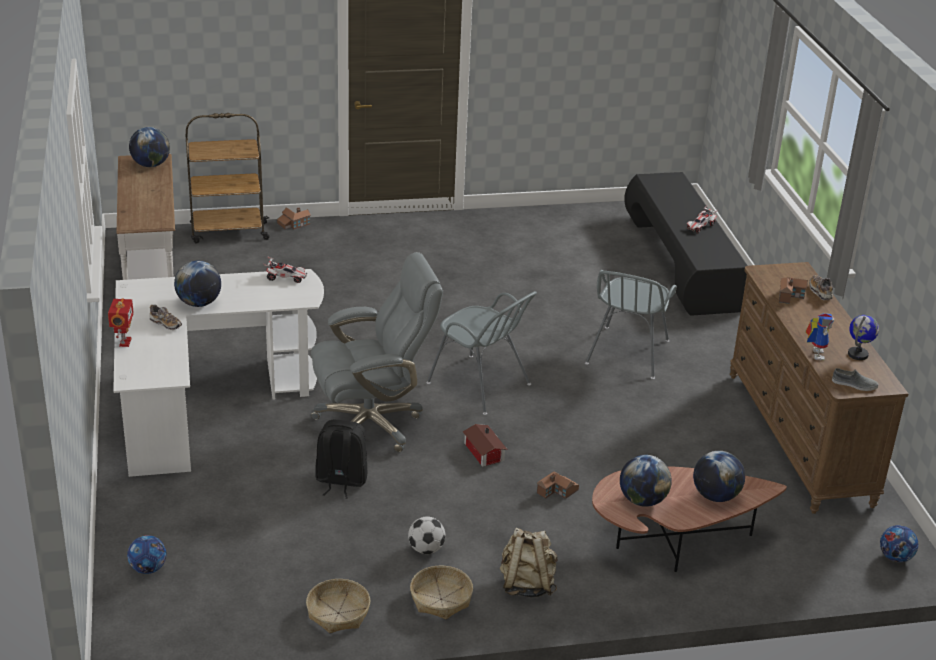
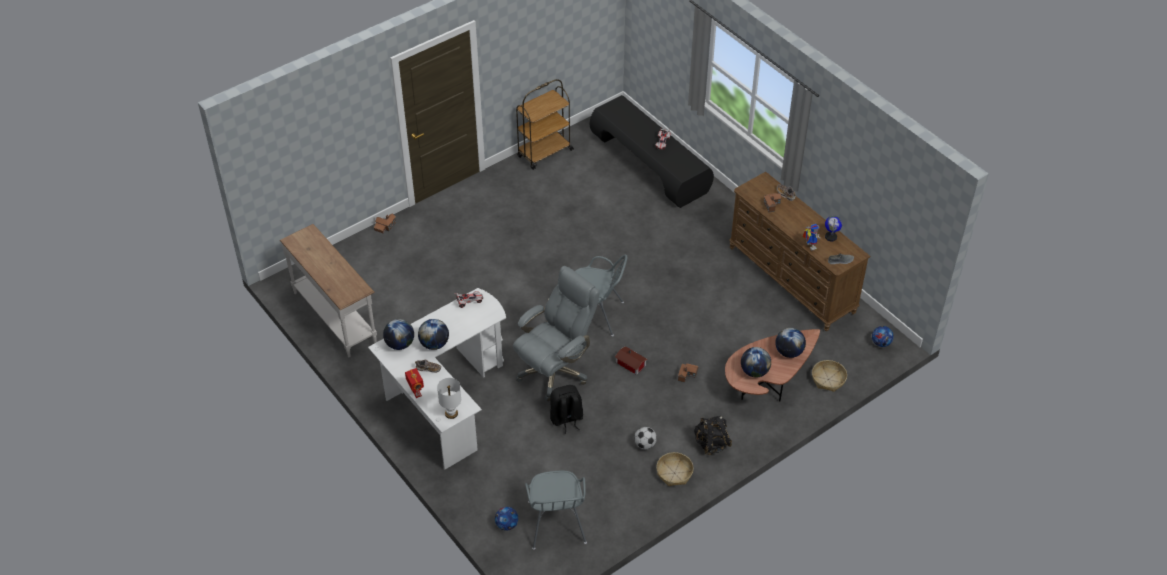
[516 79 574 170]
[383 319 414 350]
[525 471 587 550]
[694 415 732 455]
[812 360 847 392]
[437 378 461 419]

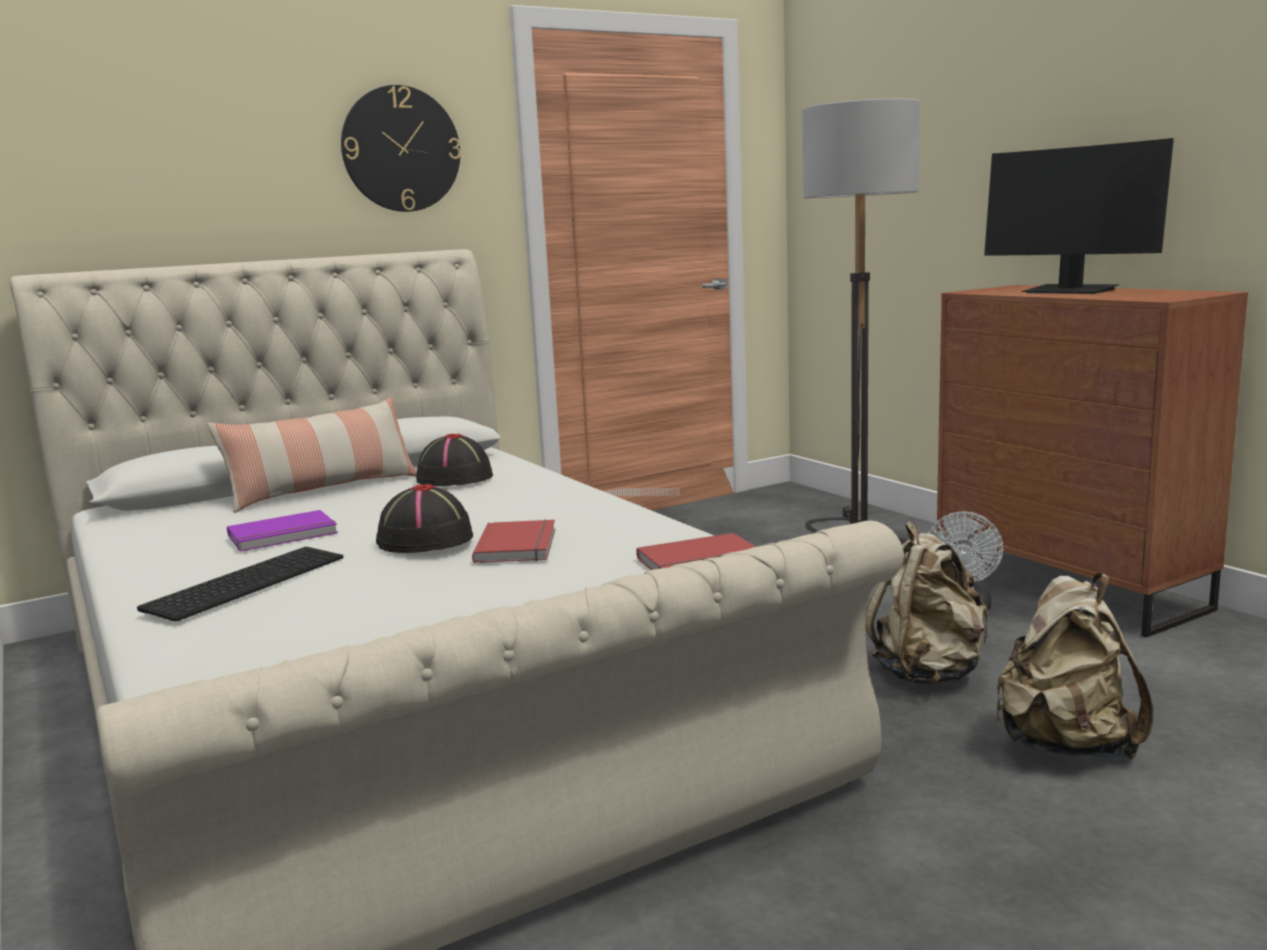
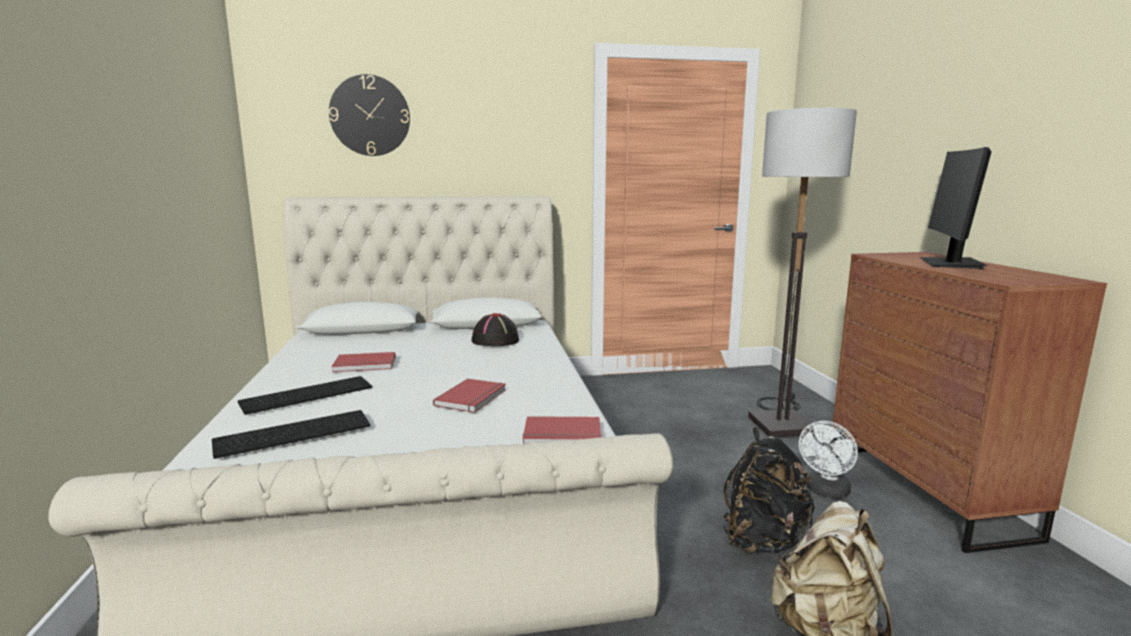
[329 74 410 156]
[920 147 991 269]
[207 397 417 513] (first image)
[376 484 473 553] (first image)
[332 352 396 372]
[724 427 814 554]
[212 410 370 459]

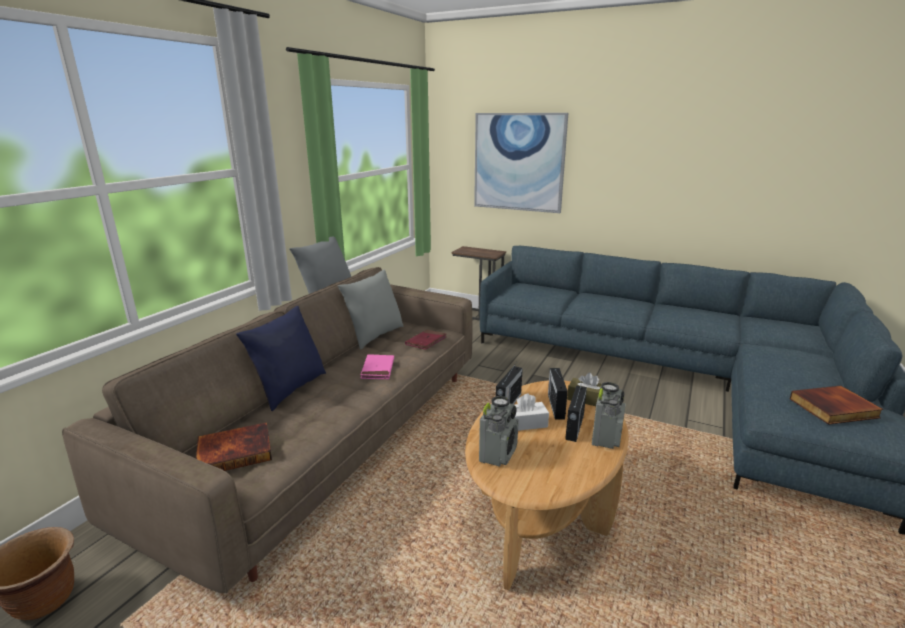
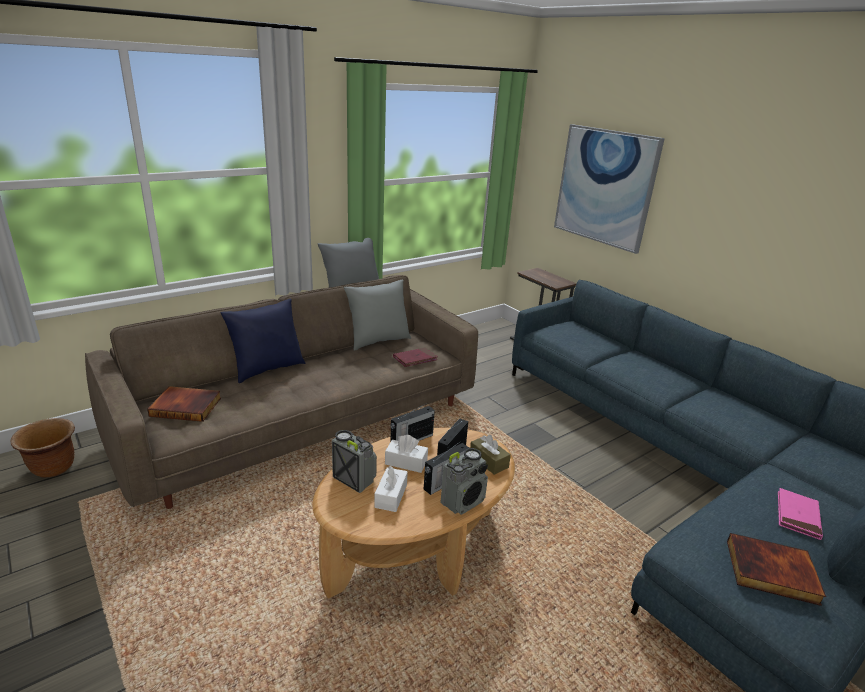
[778 488 823 540]
[332 430 377 493]
[374 466 408 512]

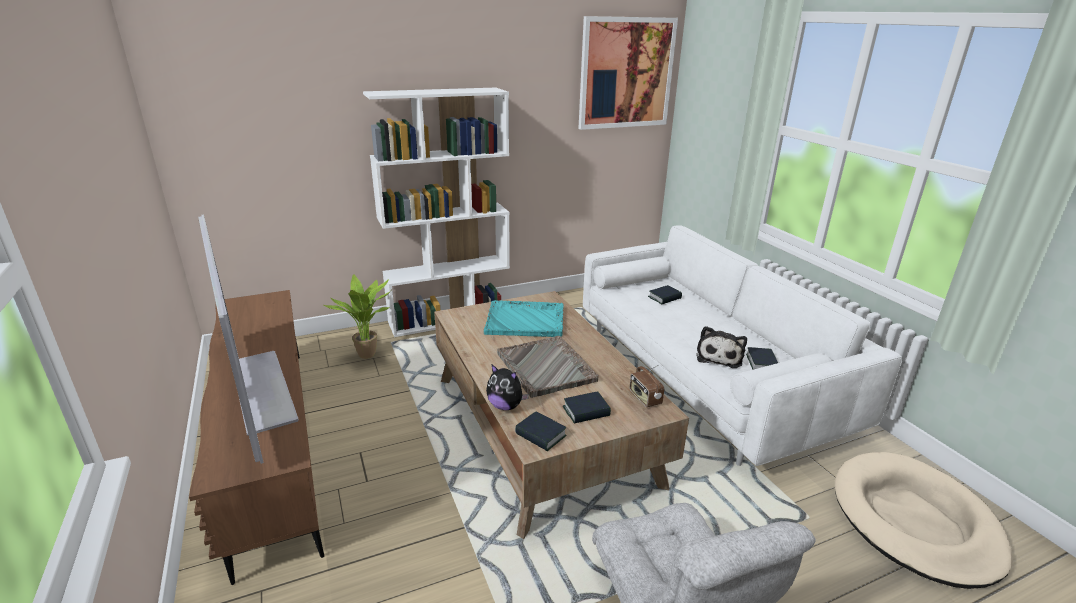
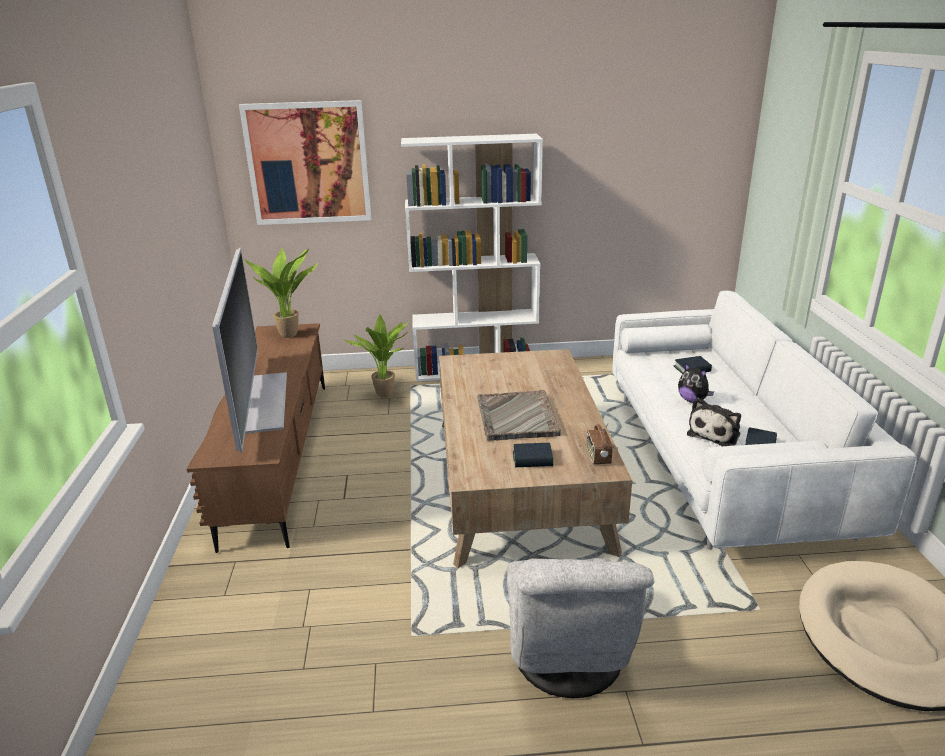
[239 100 371 225]
[484 300 564 337] (first image)
[678 363 714 403]
[515 412 567 451] (first image)
[245 248 318 338]

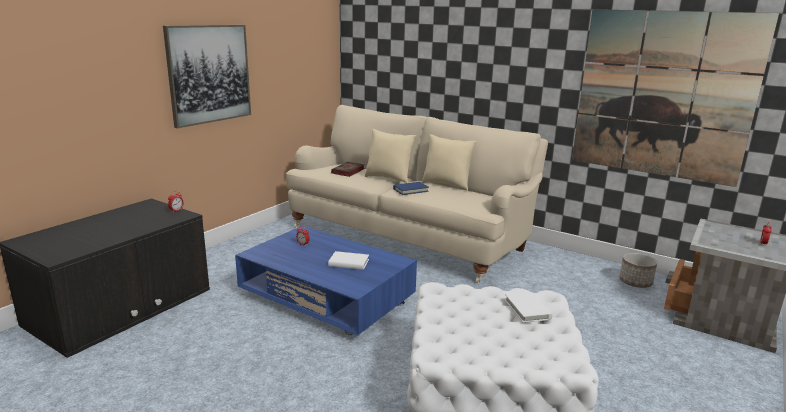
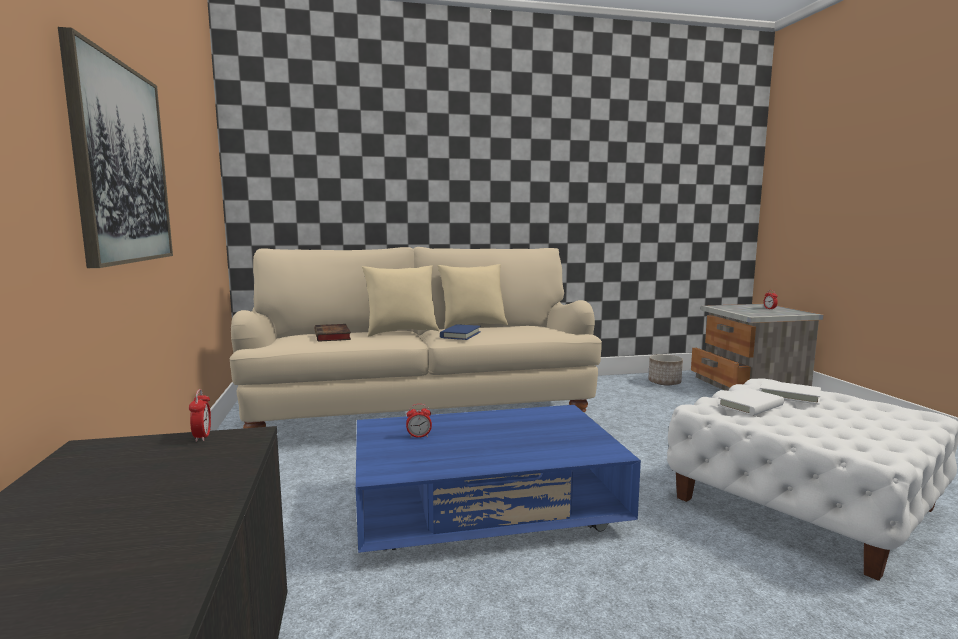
[572 9 779 187] (first image)
[718 388 784 416]

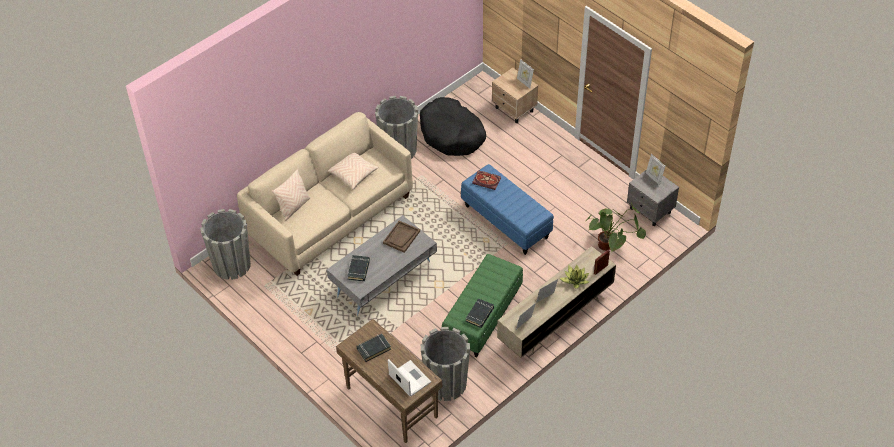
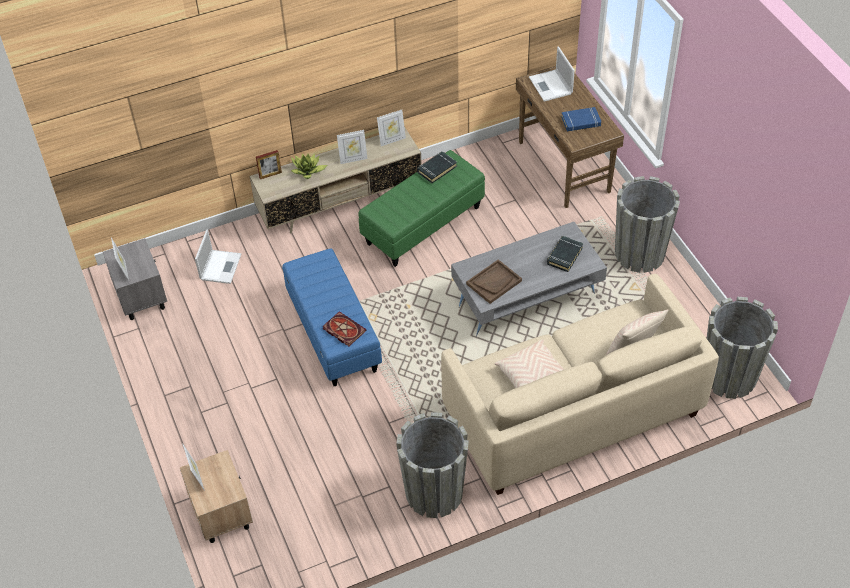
[420 97 486 156] (first image)
[195 230 241 284]
[615 176 680 273]
[561 107 601 132]

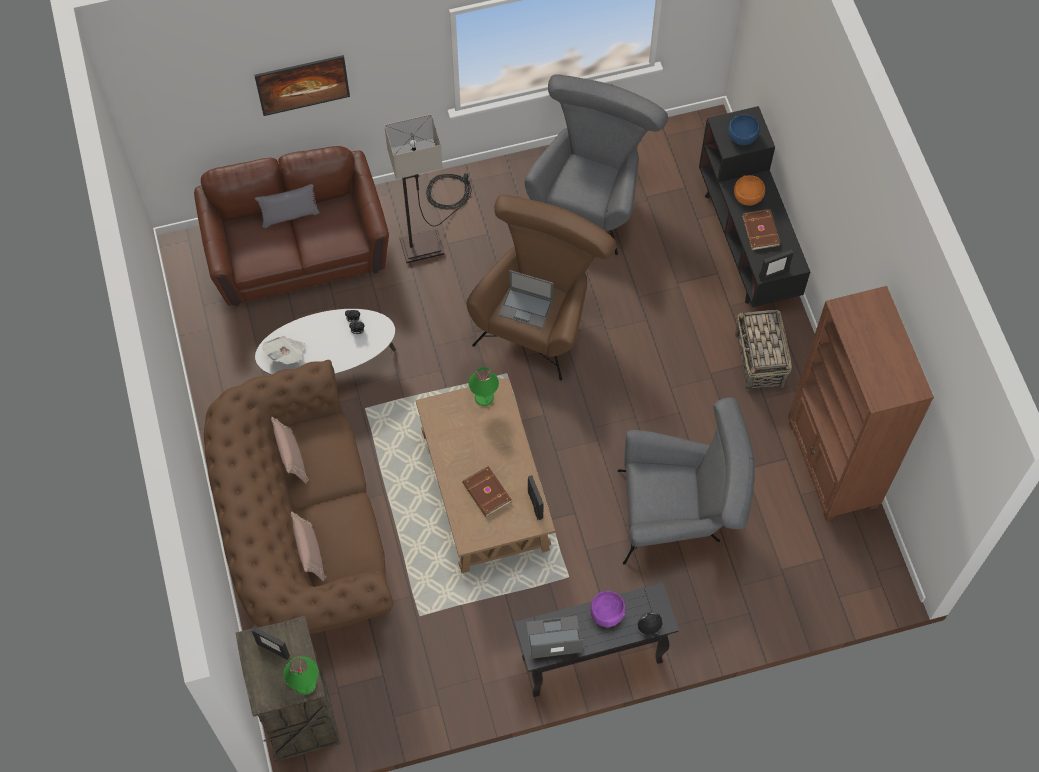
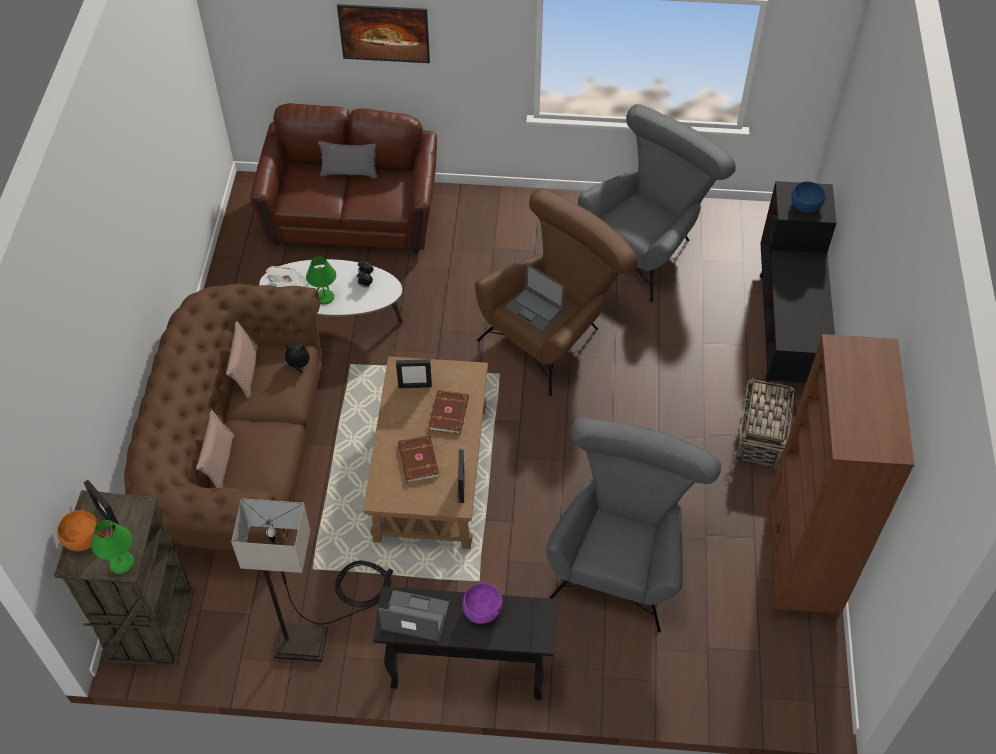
[231 498 393 662]
[57 509 102 551]
[429 390 469 434]
[396 359 432 388]
[306 256 336 304]
[546 417 721 632]
[282 344 310 373]

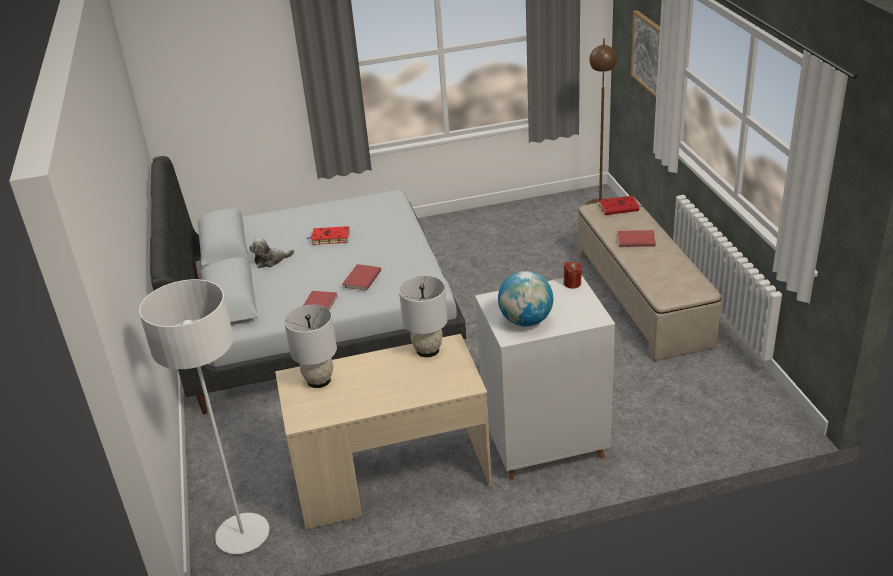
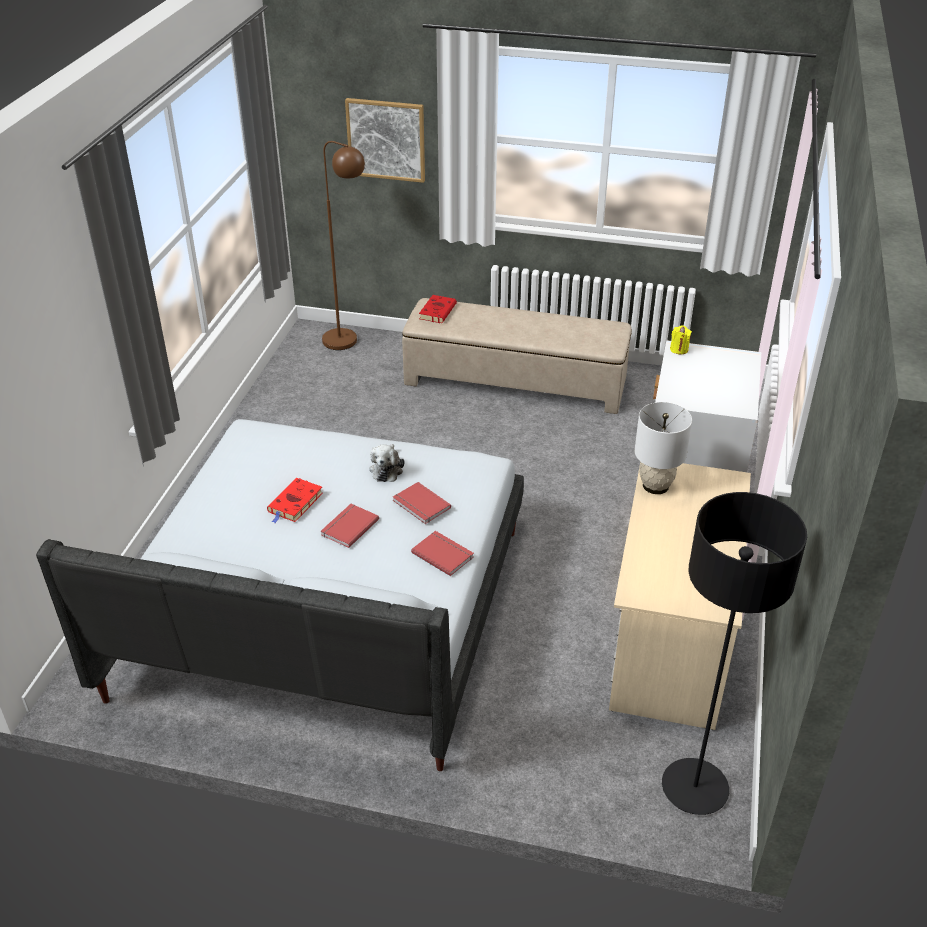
[320 504 379 548]
[369 444 404 482]
[670 325 692 354]
[498 271 553 326] (first image)
[662 492 807 815]
[284 305 337 388] (first image)

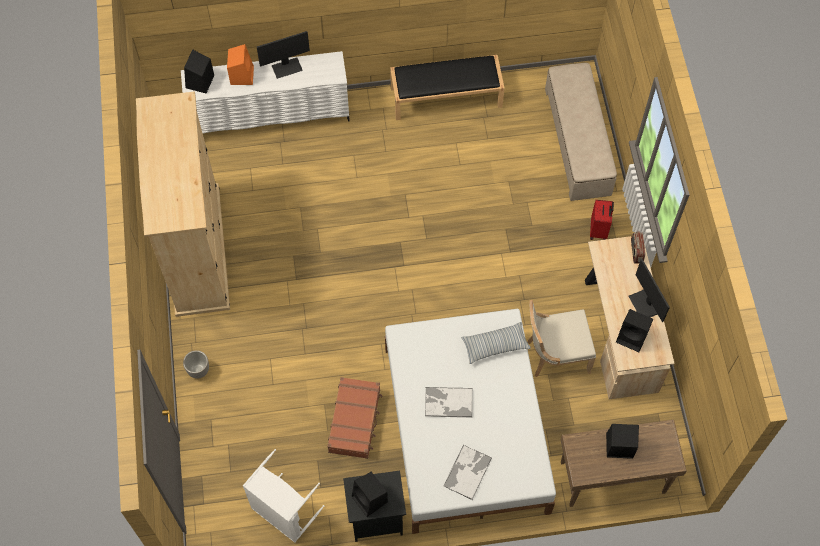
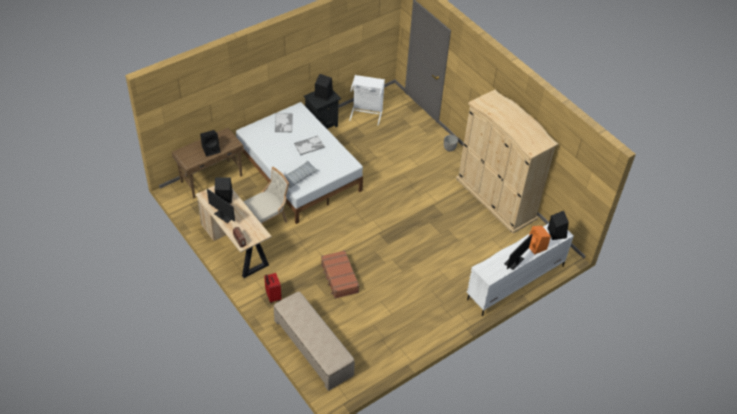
[390 55 505 120] (first image)
[321 250 359 299]

